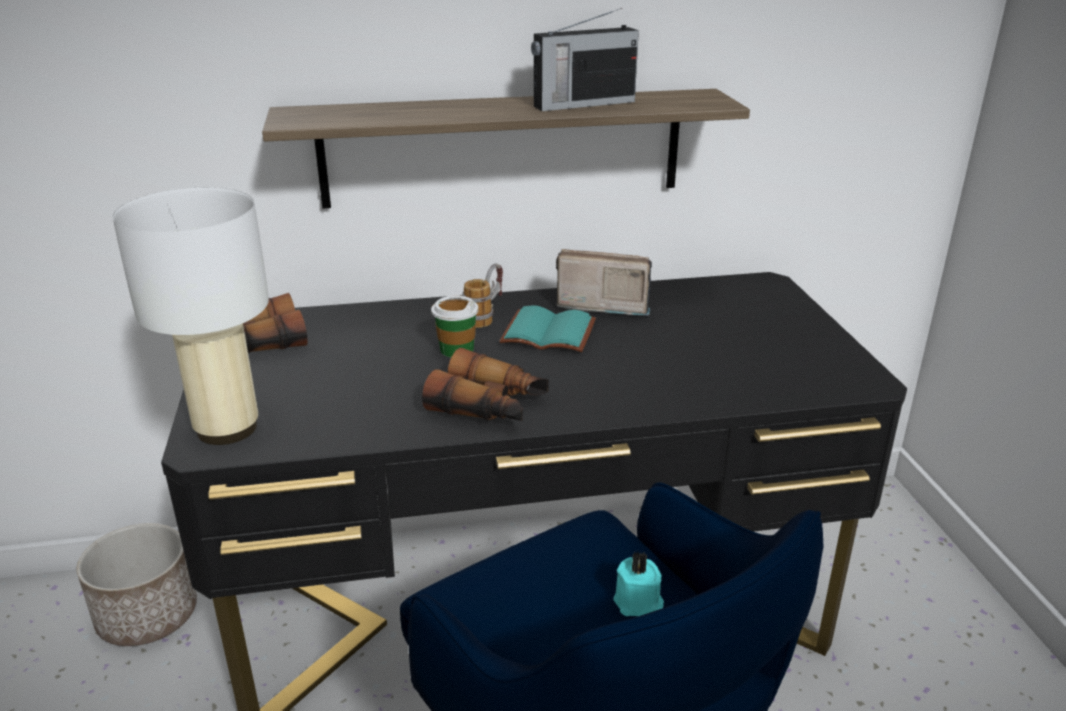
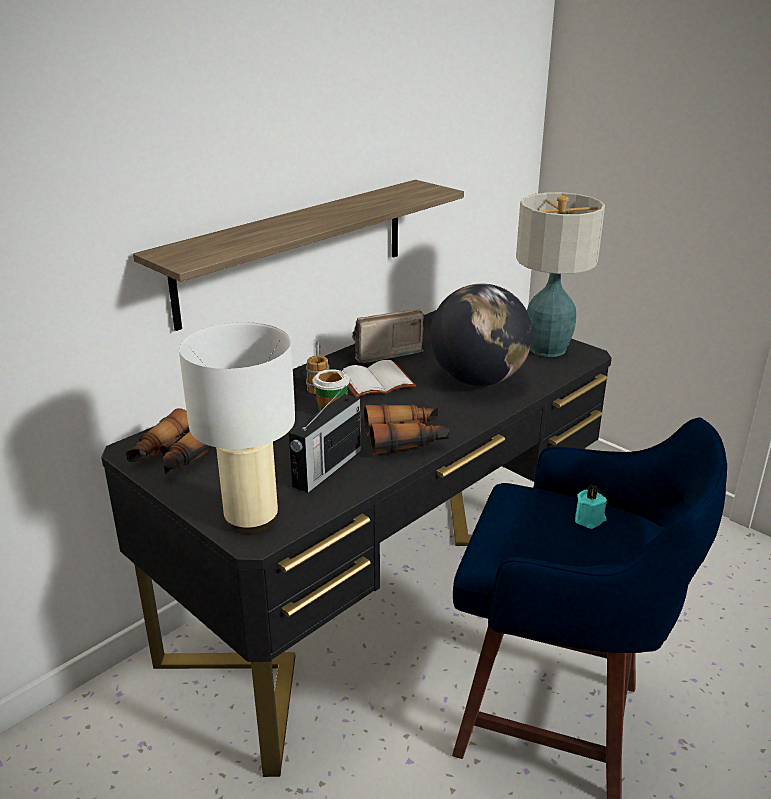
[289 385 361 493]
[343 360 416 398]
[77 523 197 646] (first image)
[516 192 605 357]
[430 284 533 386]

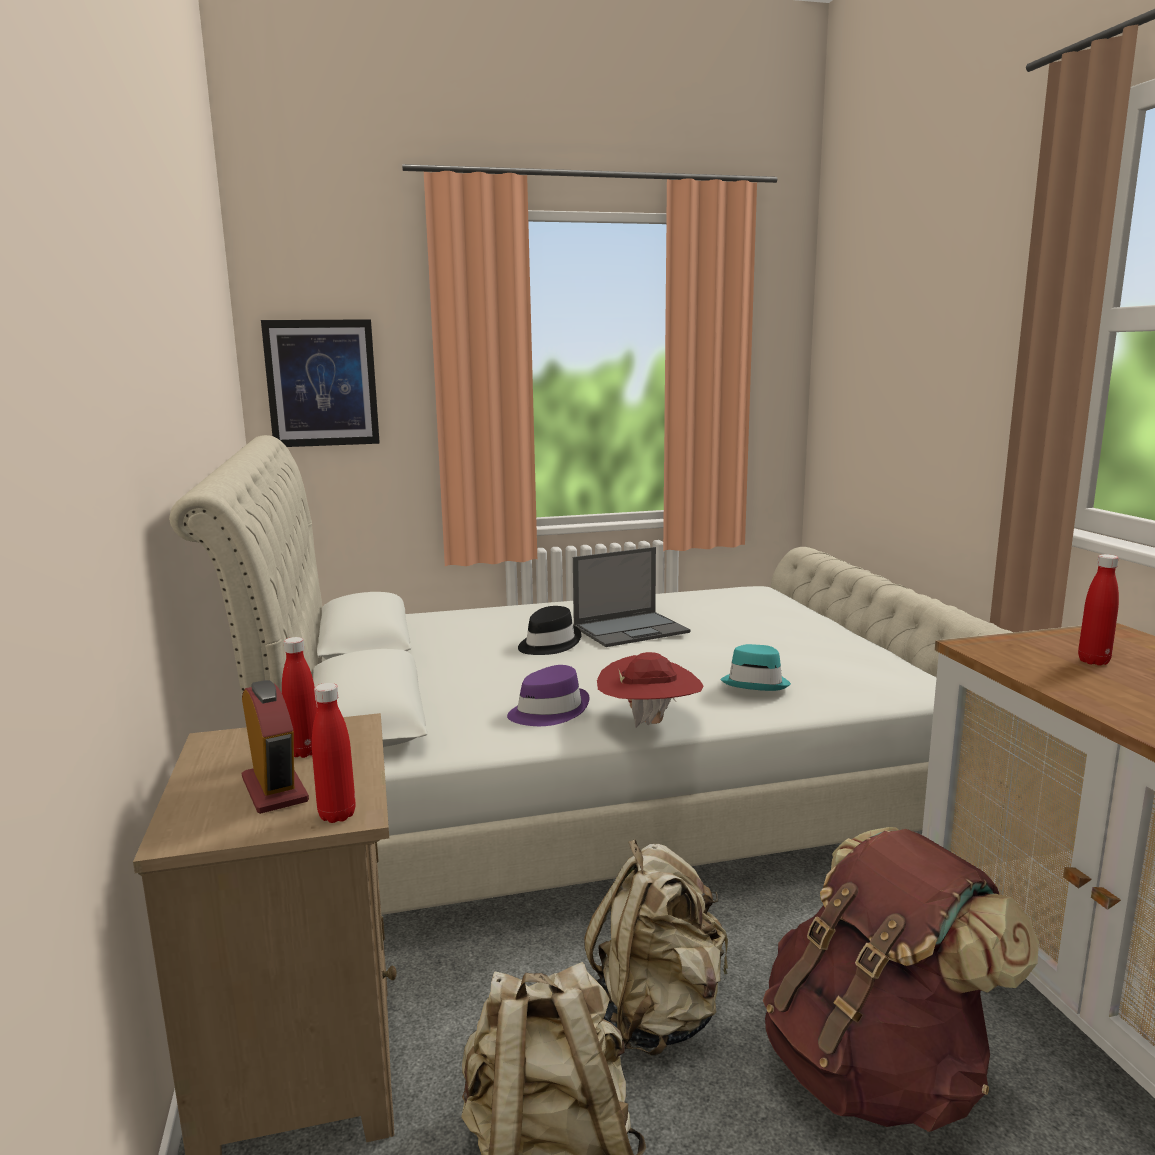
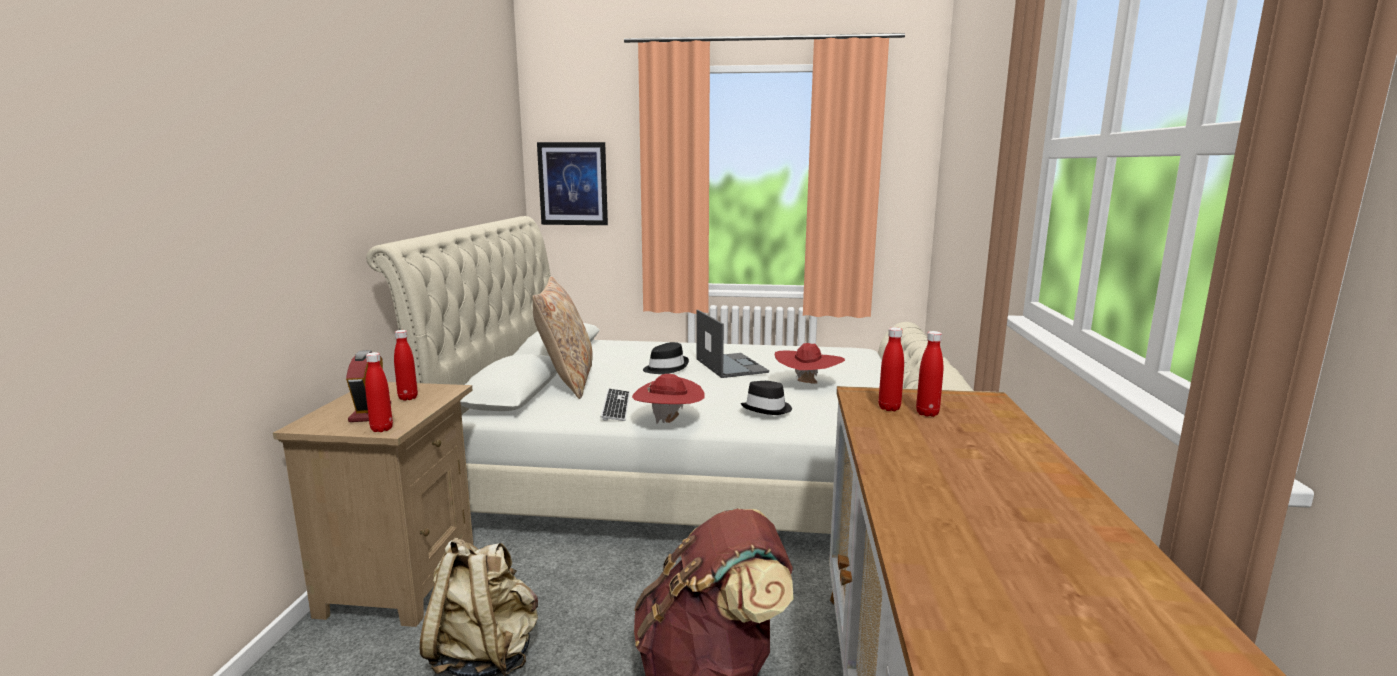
[697 310 769 378]
[740 381 792 415]
[601 388 630 421]
[584 839 728 1056] (first image)
[532 276 593 399]
[879 327 904 411]
[775 343 845 384]

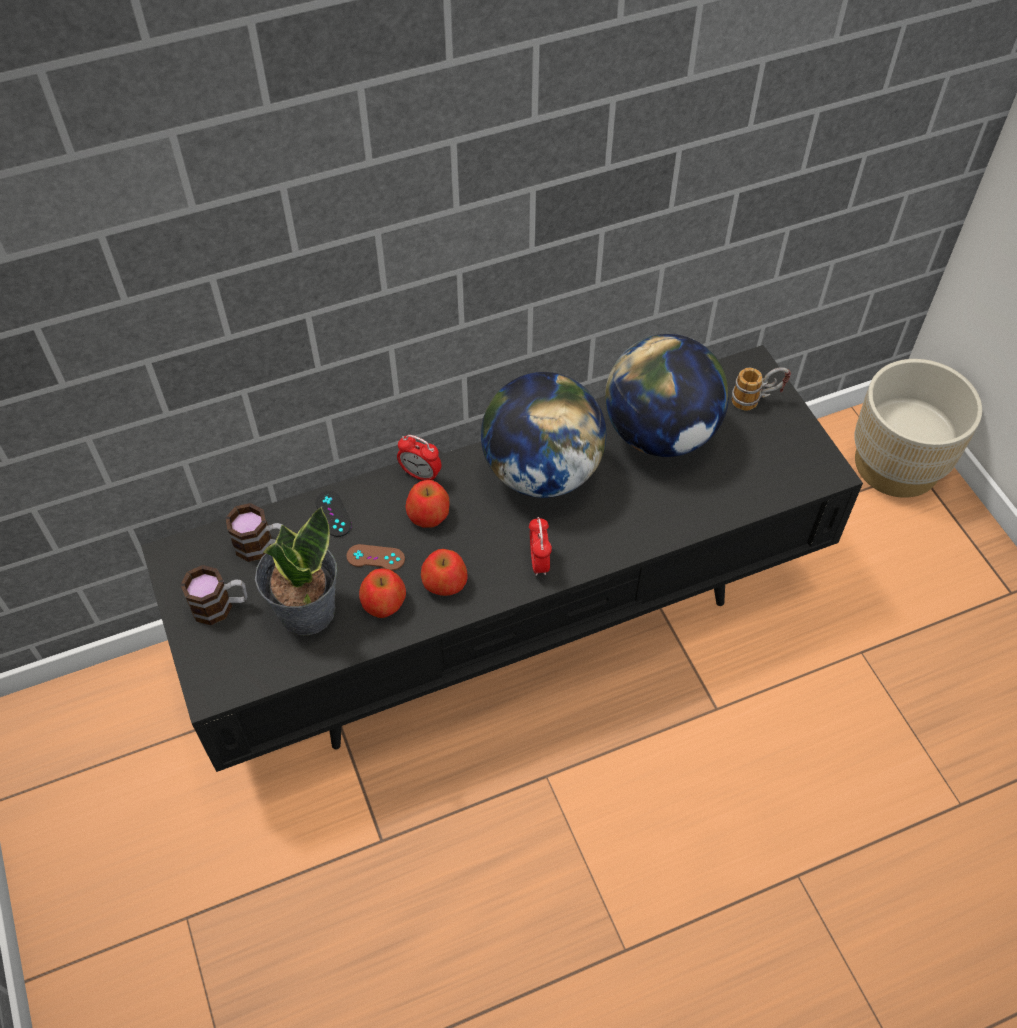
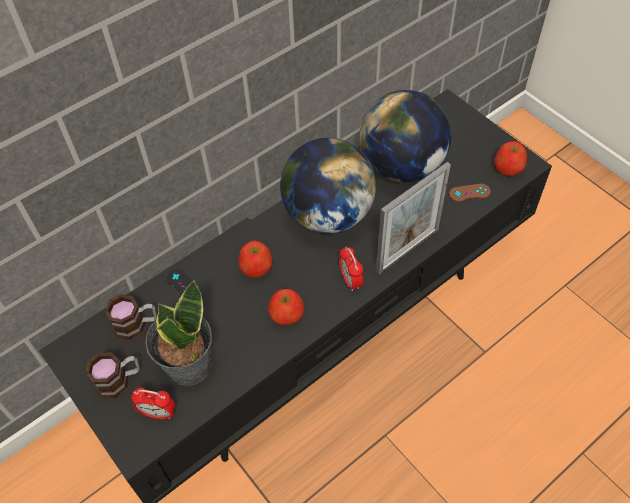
[854 359 982 498] (first image)
[732 367 791 411] (first image)
[131 387 175 419]
[449 184 491 202]
[494 141 527 176]
[376 162 451 275]

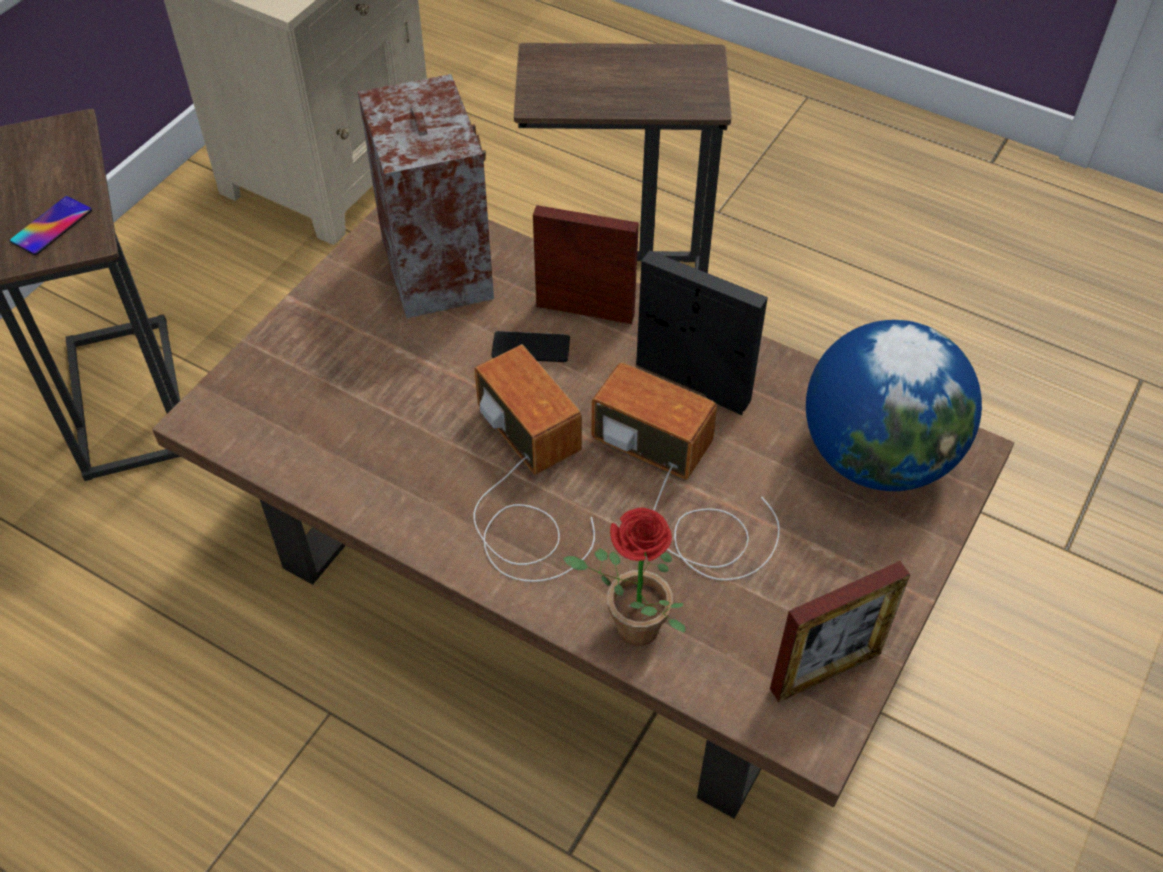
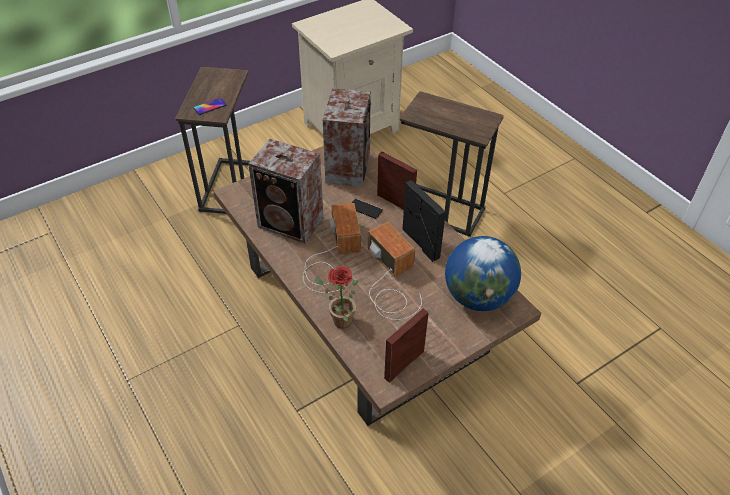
[384 309 429 383]
[248 139 323 243]

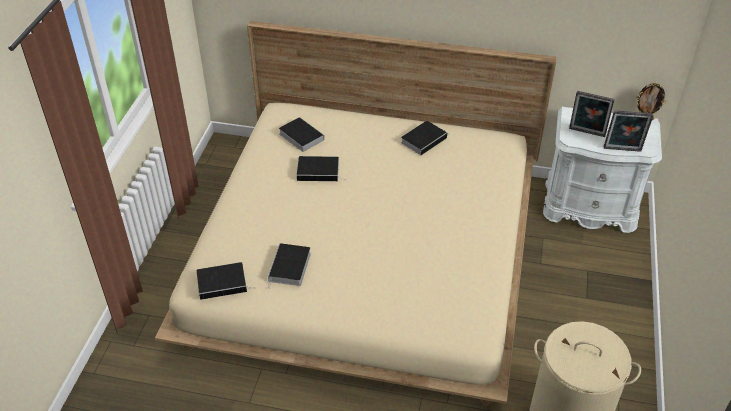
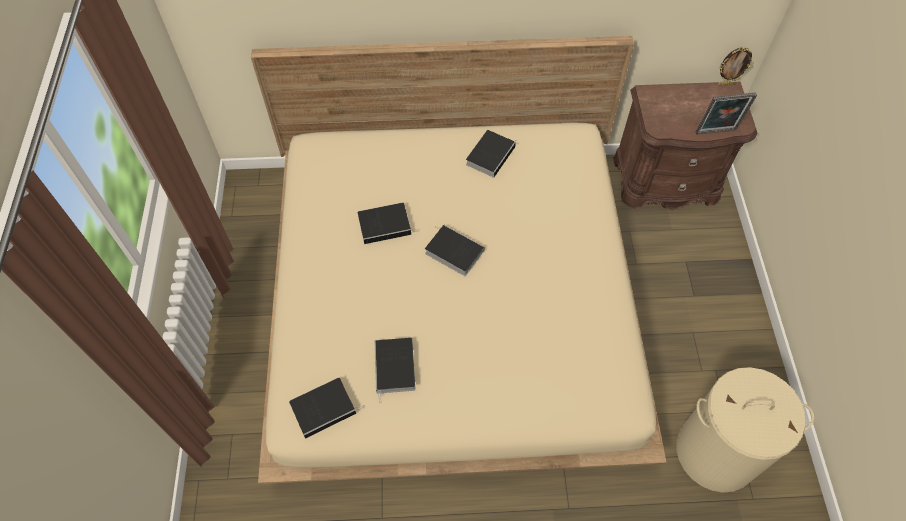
[569 91 615 137] (first image)
[613 81 758 210]
[425 225 485 276]

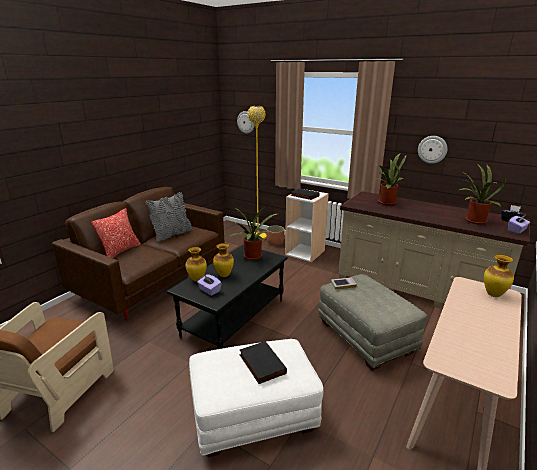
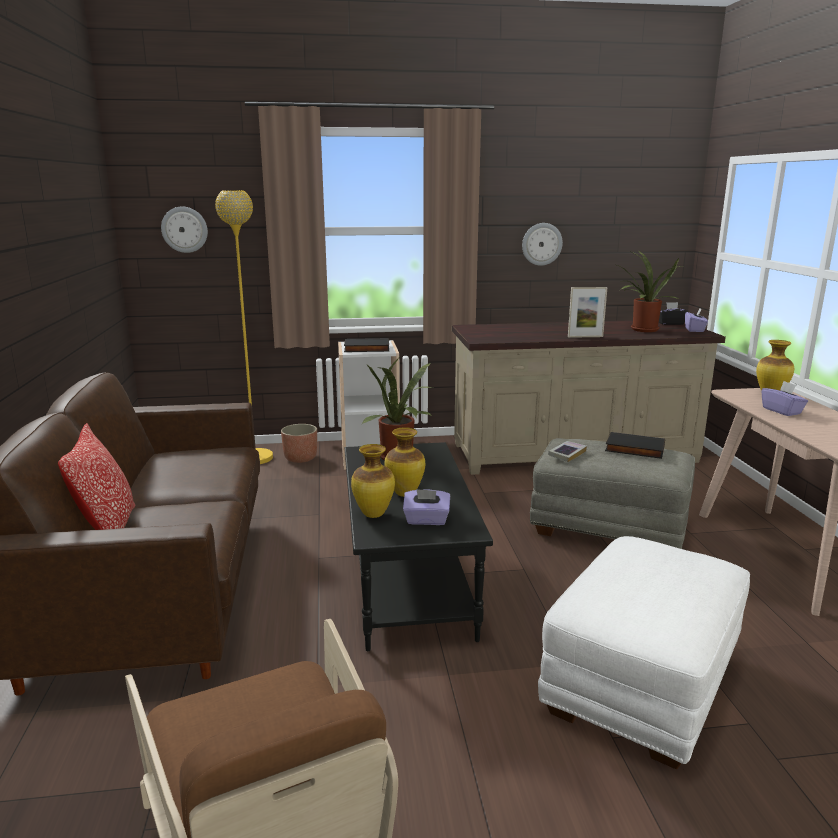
[373 153 407 206] (first image)
[145 192 193 243] (first image)
[605 432 665 459]
[568 287 608 338]
[761 381 808 416]

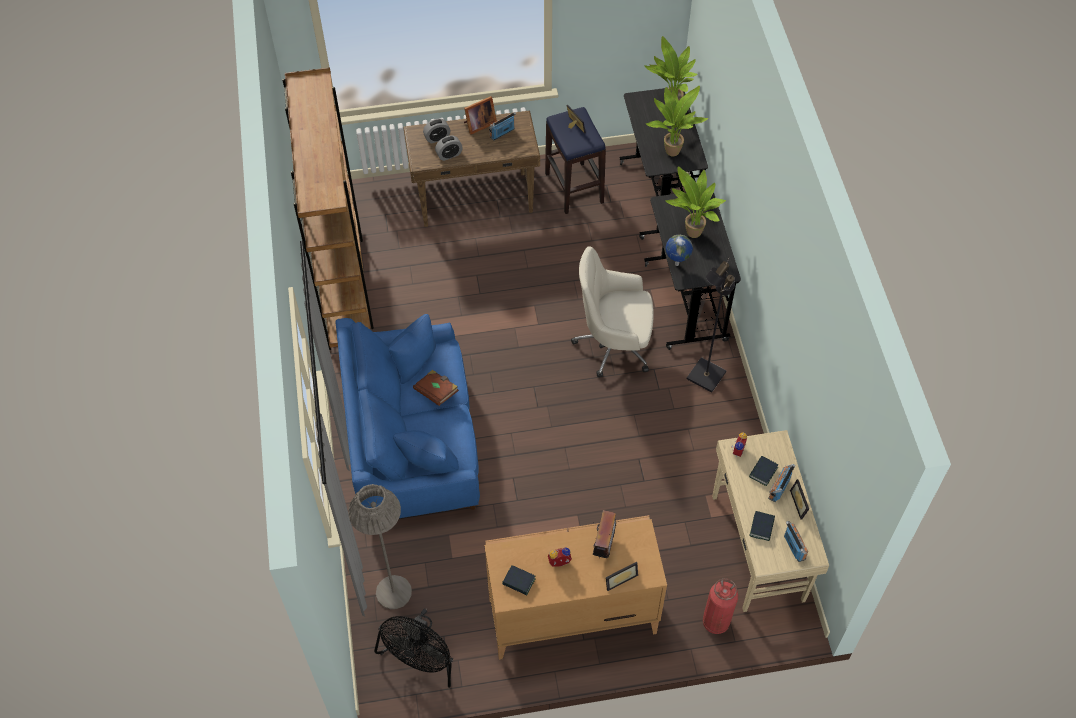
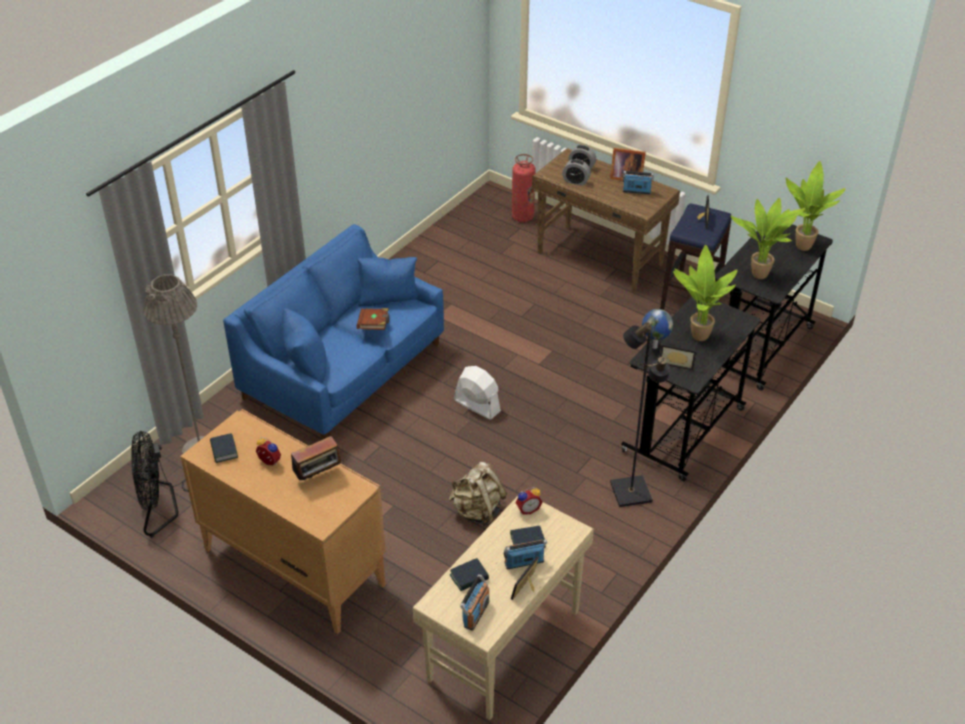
[282 67 374 350] (first image)
[571 246 654 377] (first image)
[659 344 697 371]
[512 154 535 222]
[454 366 501 420]
[449 462 507 526]

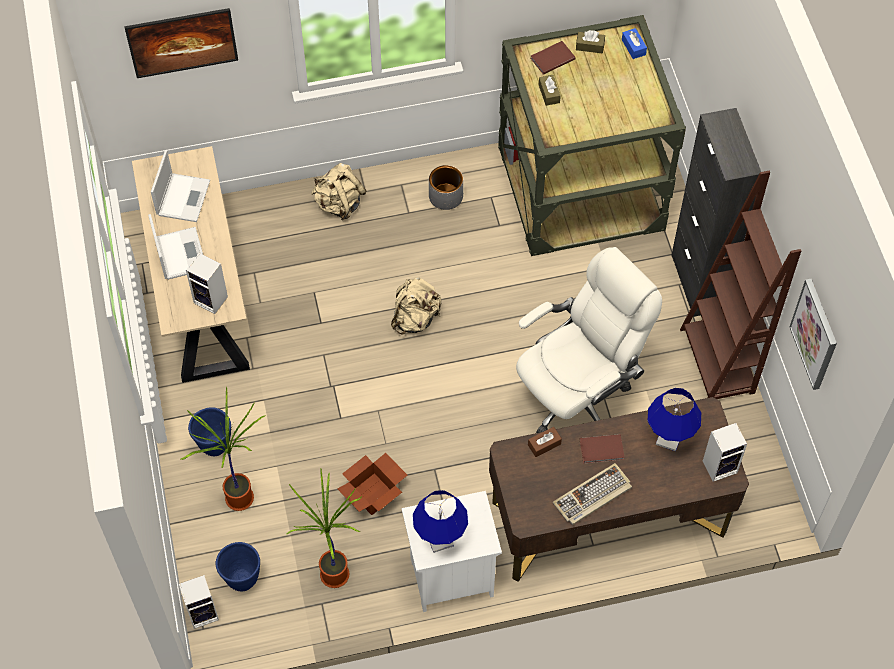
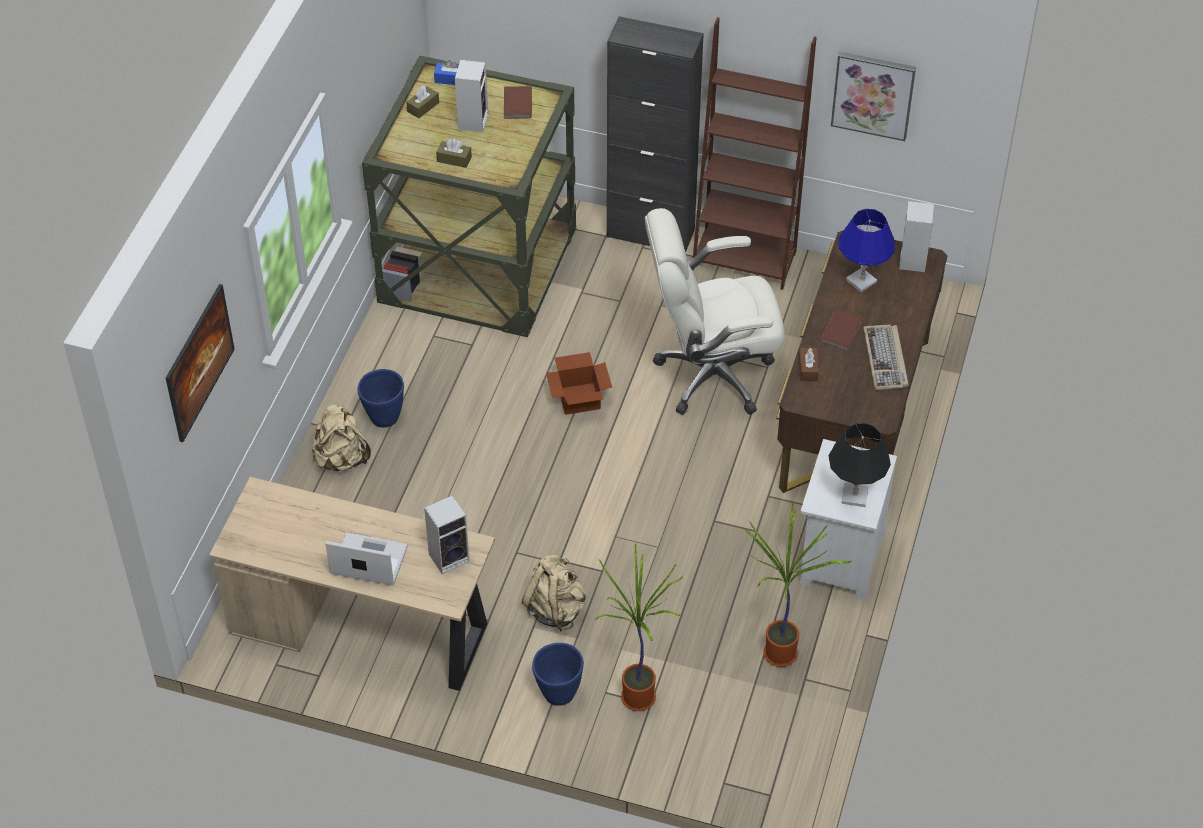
[504 86 532 119]
[151 150 210 222] (first image)
[429 165 463 210] (first image)
[645 208 785 415]
[522 555 586 632]
[546 352 612 415]
[829 423 891 507]
[357 369 404 428]
[455 60 488 132]

